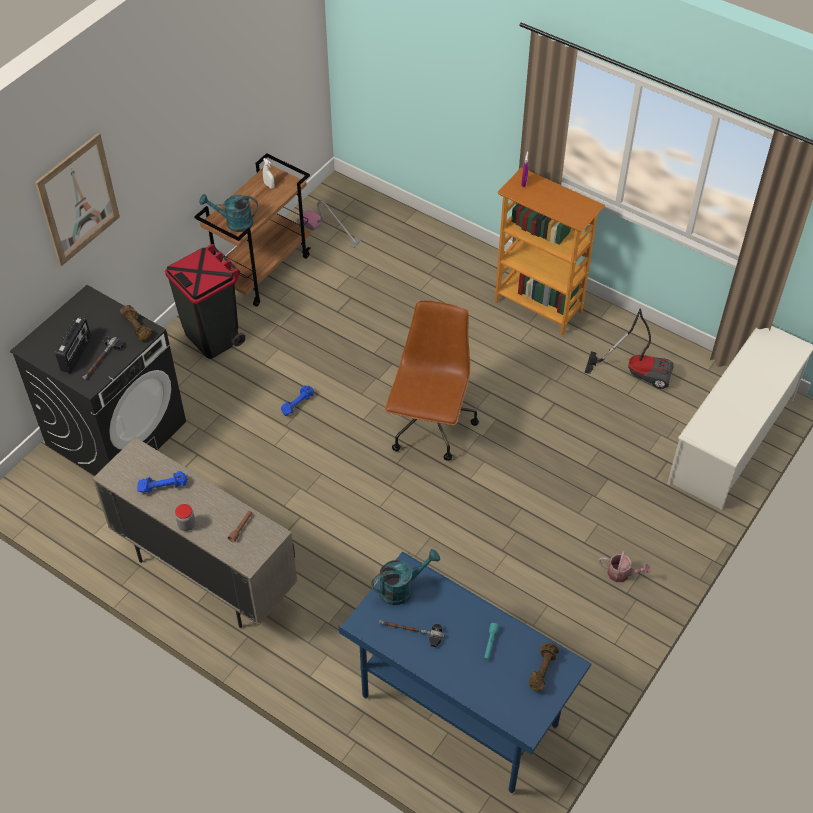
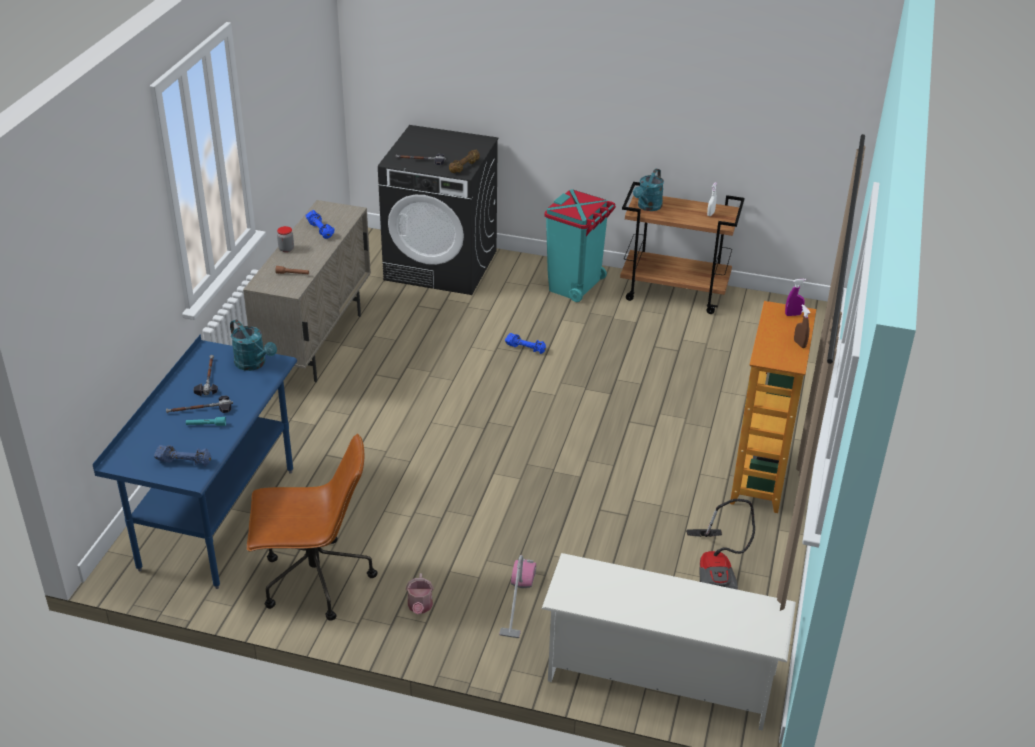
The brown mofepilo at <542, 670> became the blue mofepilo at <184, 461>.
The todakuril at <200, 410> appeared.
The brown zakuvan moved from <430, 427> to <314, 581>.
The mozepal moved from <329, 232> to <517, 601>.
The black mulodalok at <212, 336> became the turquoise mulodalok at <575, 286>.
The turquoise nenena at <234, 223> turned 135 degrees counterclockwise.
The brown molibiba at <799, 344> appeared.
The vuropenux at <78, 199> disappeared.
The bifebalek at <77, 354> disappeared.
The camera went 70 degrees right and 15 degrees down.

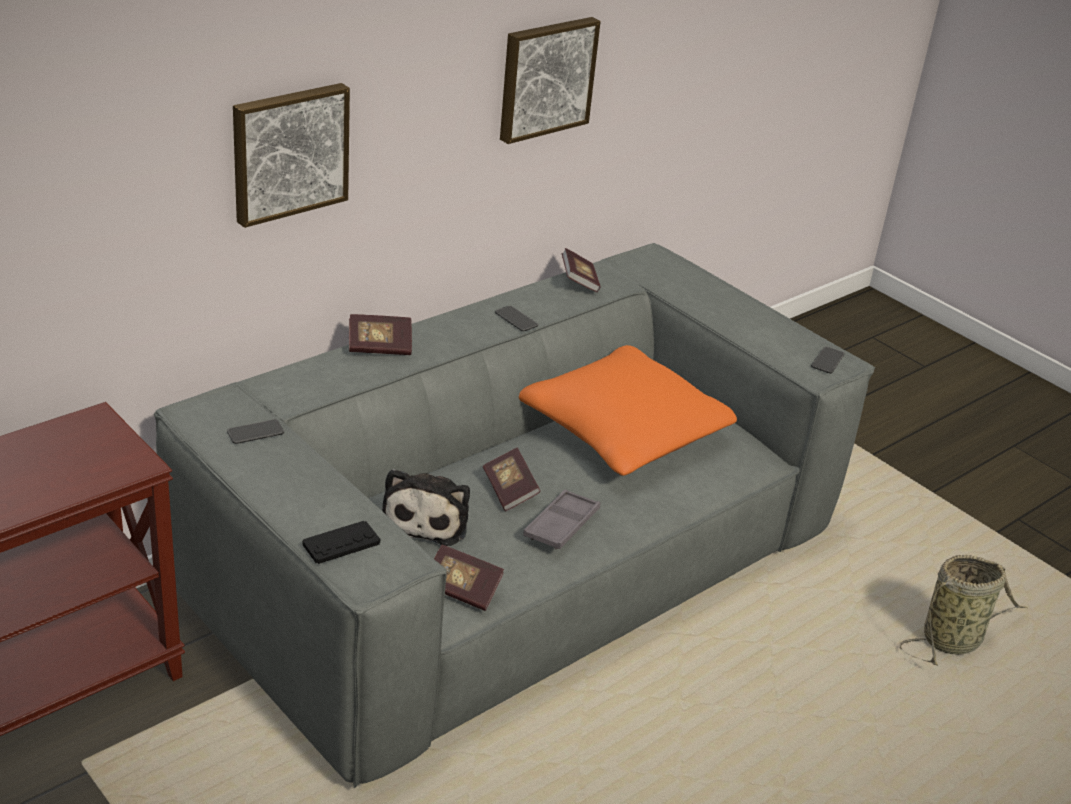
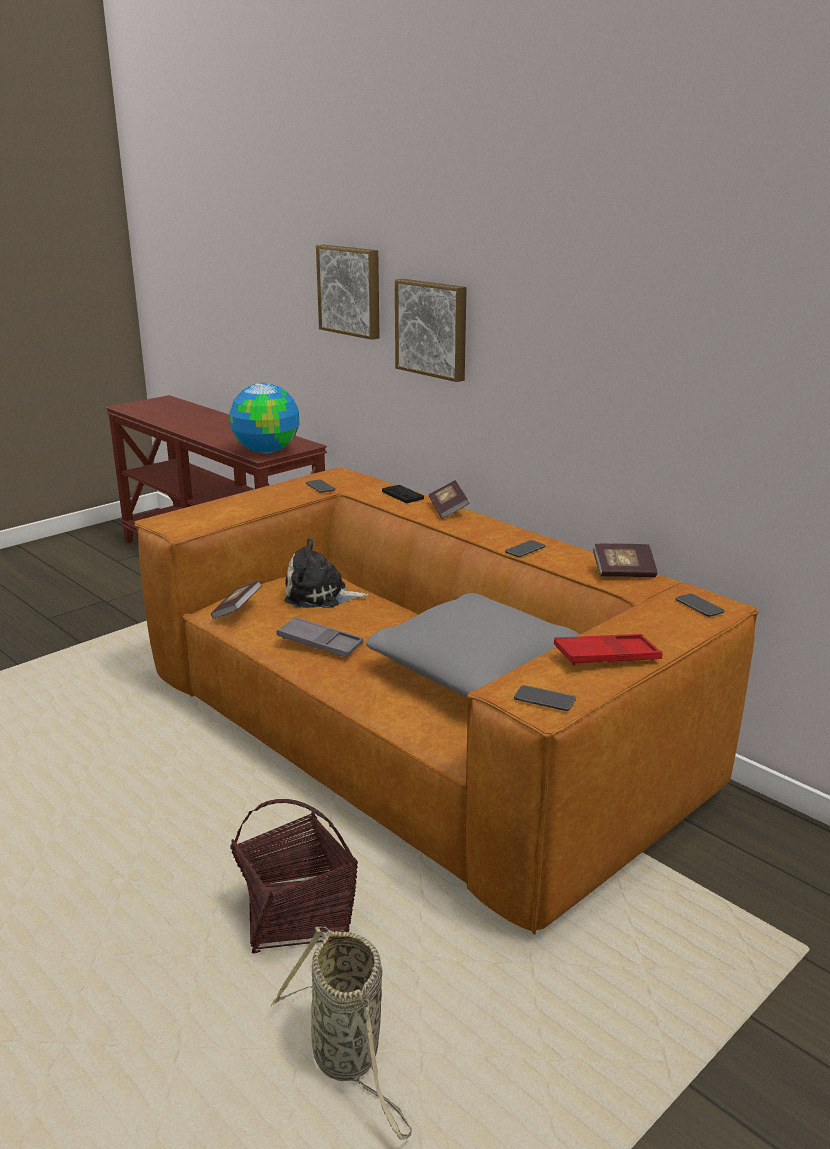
The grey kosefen at <519, 561> became the brown kosefen at <415, 732>.
The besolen at <266, 451> appeared.
The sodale at <297, 916> appeared.
The vuropenux moved from <545, 78> to <351, 290>.
The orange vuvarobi at <623, 432> became the grey vuvarobi at <476, 670>.
The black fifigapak moved from <341, 543> to <402, 495>.
The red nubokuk at <606, 656> appeared.
The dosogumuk at <699, 606> appeared.
The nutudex at <510, 490> disappeared.
The camera went 90 degrees right and 10 degrees down.

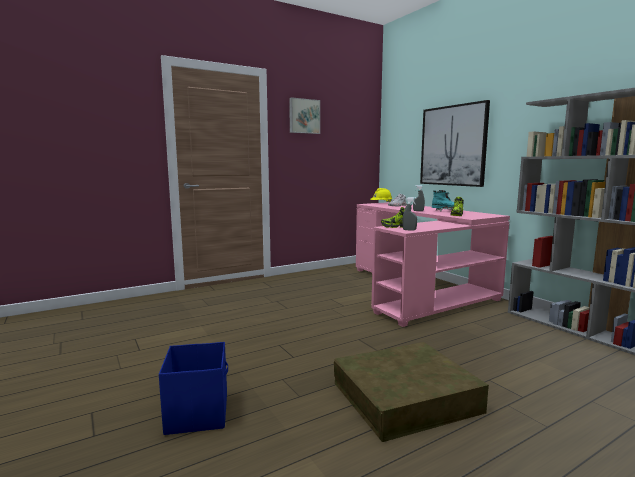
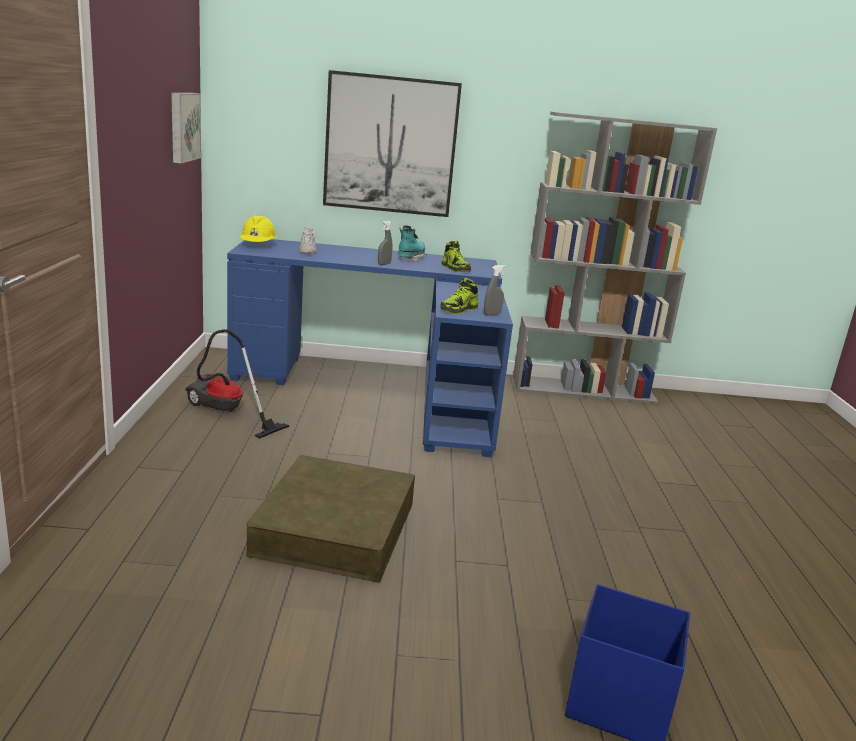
The vuropenux moved from <304, 116> to <182, 126>.
The mozepal at <224, 412> appeared.
The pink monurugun at <419, 290> became the blue monurugun at <384, 389>.
The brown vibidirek moved from <406, 397> to <335, 528>.
The camera went 60 degrees left and 10 degrees up.

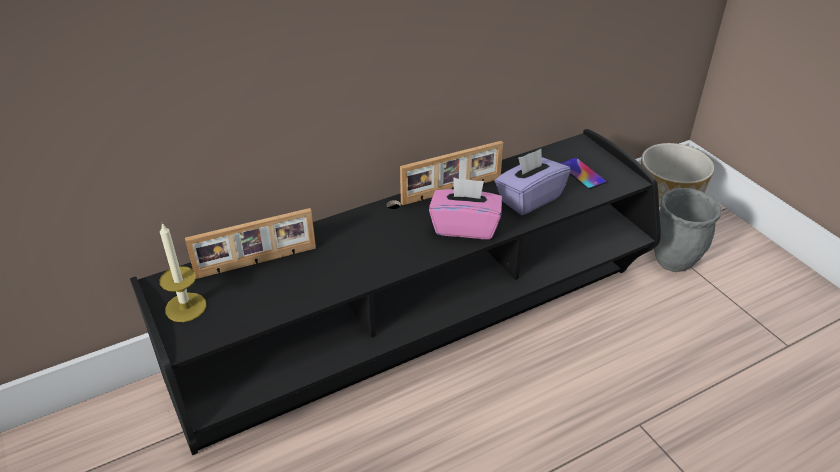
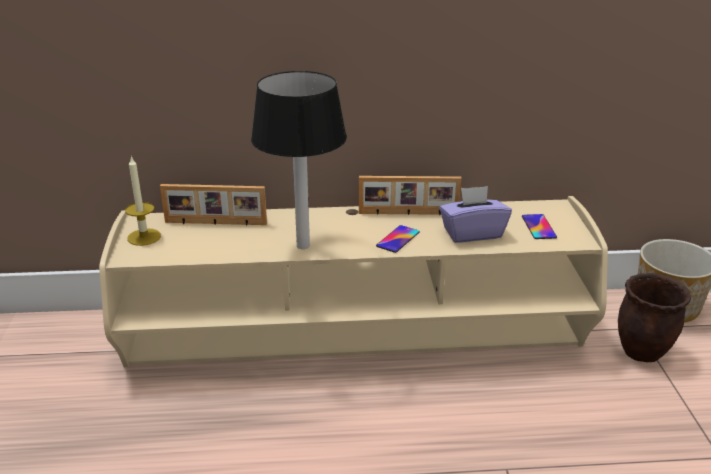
The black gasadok at <420, 332> became the beige gasadok at <356, 339>.
The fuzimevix at <302, 246> appeared.
The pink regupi at <465, 227> was replaced by the dosogumuk at <398, 239>.
The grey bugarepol at <674, 262> became the brown bugarepol at <642, 353>.
The camera went 25 degrees right and 10 degrees down.

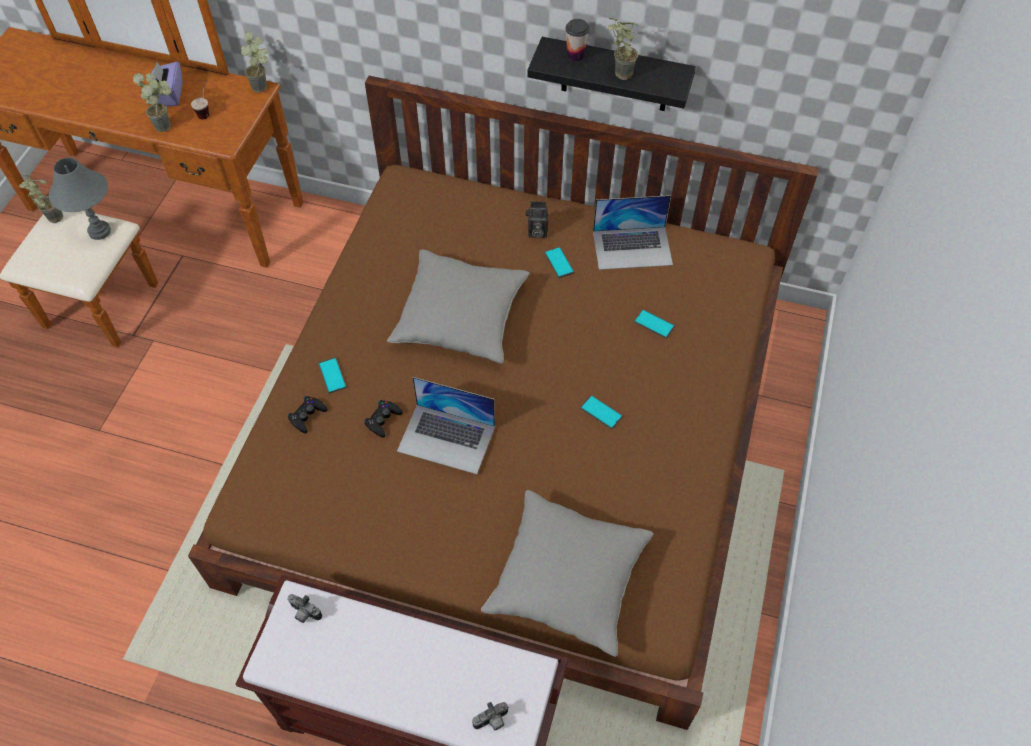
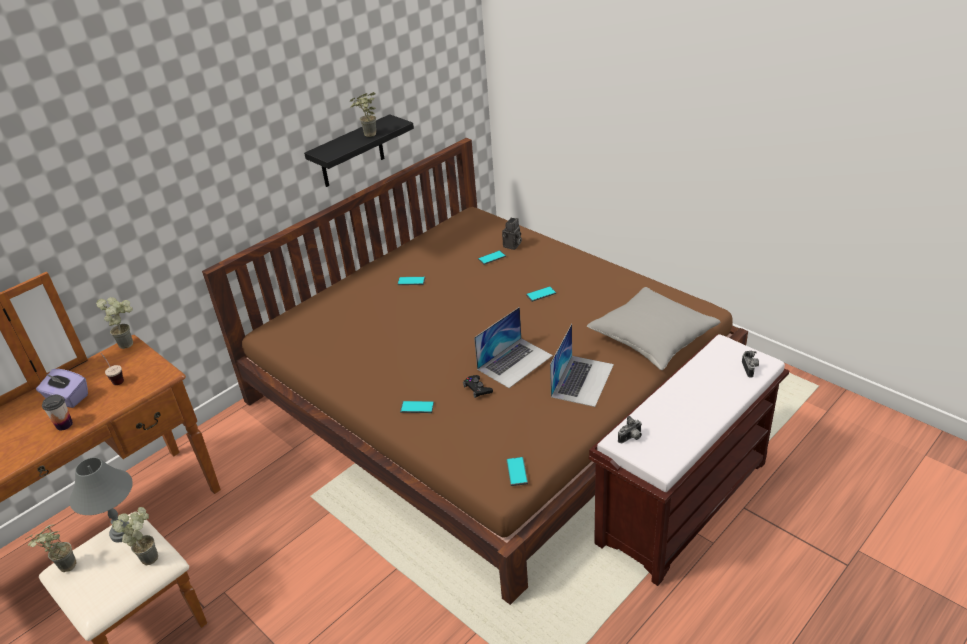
The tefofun moved from <575, 56> to <64, 425>.
The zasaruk moved from <167, 124> to <149, 555>.
The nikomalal moved from <536, 232> to <512, 246>.
The dosogumuk at <517, 471> appeared.
The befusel moved from <632, 247> to <582, 380>.
The black fifigapak at <307, 416> disappeared.
The grey vuvarobi at <460, 317> disappeared.
The camera went 60 degrees left and 20 degrees down.

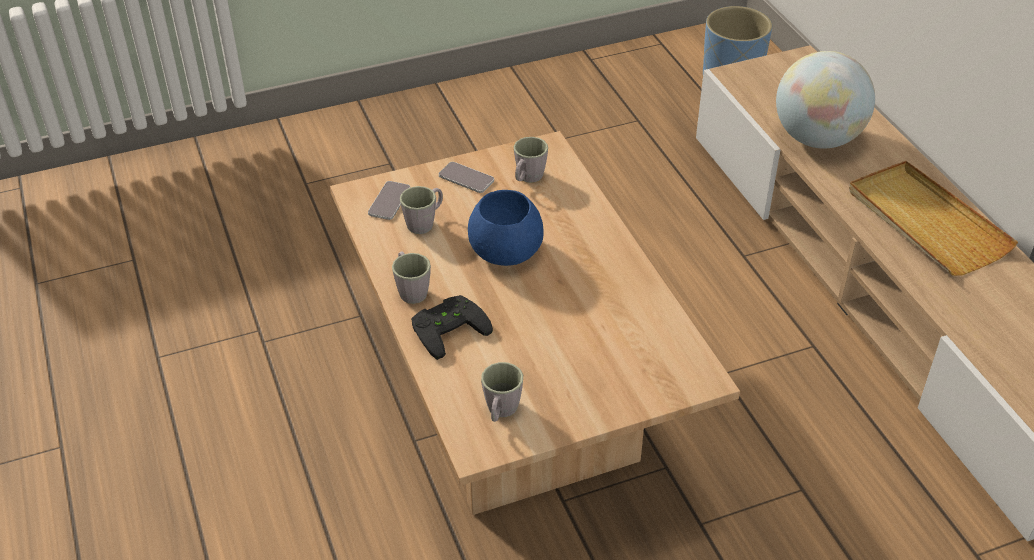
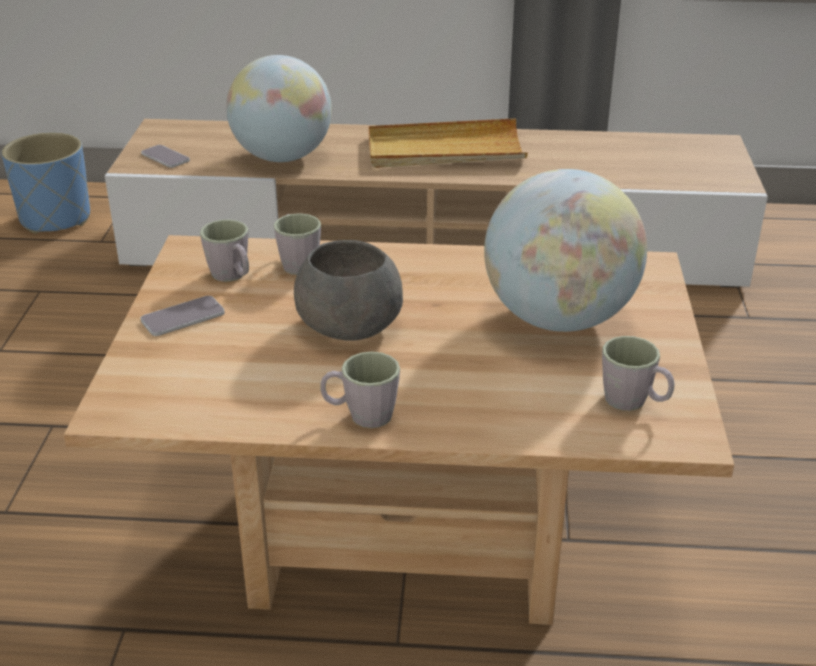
The dosogumuk moved from <389, 201> to <165, 157>.
The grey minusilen moved from <425, 222> to <297, 262>.
The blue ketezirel at <506, 251> became the grey ketezirel at <351, 325>.
The besolen at <558, 318> appeared.
The black fifigapak at <447, 327> disappeared.
The camera went 65 degrees left and 10 degrees down.

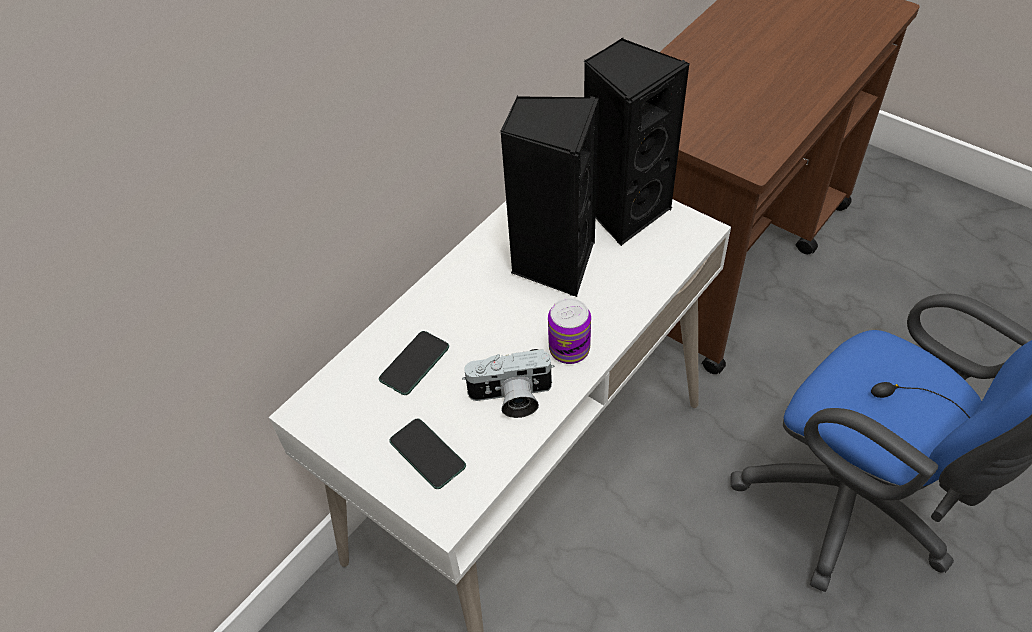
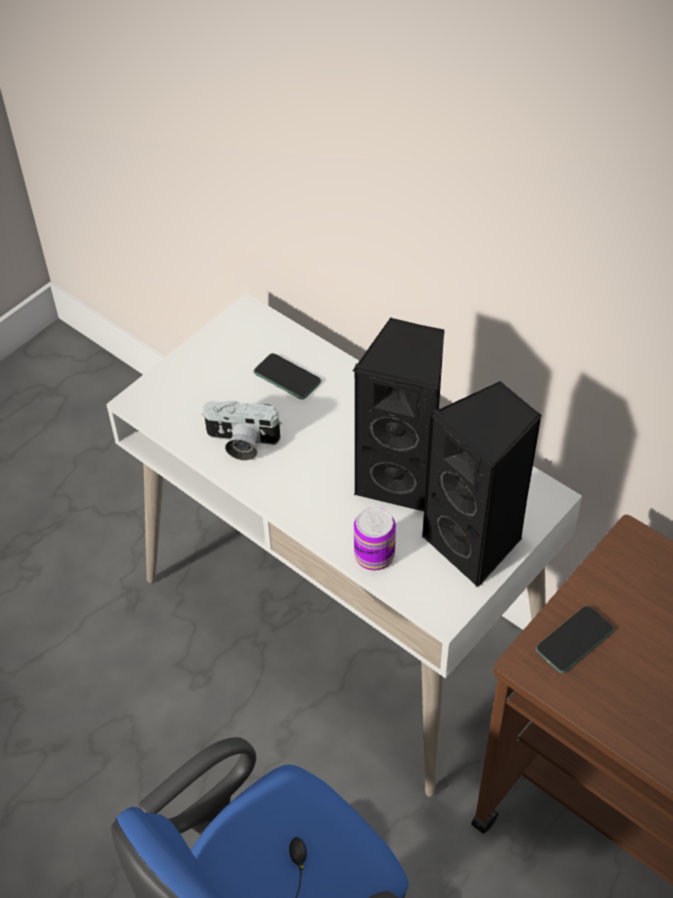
The nikomalal at <511, 398> turned 75 degrees counterclockwise.
The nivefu moved from <569, 349> to <374, 555>.
The dosogumuk moved from <427, 454> to <574, 640>.
The camera went 90 degrees right and 0 degrees up.

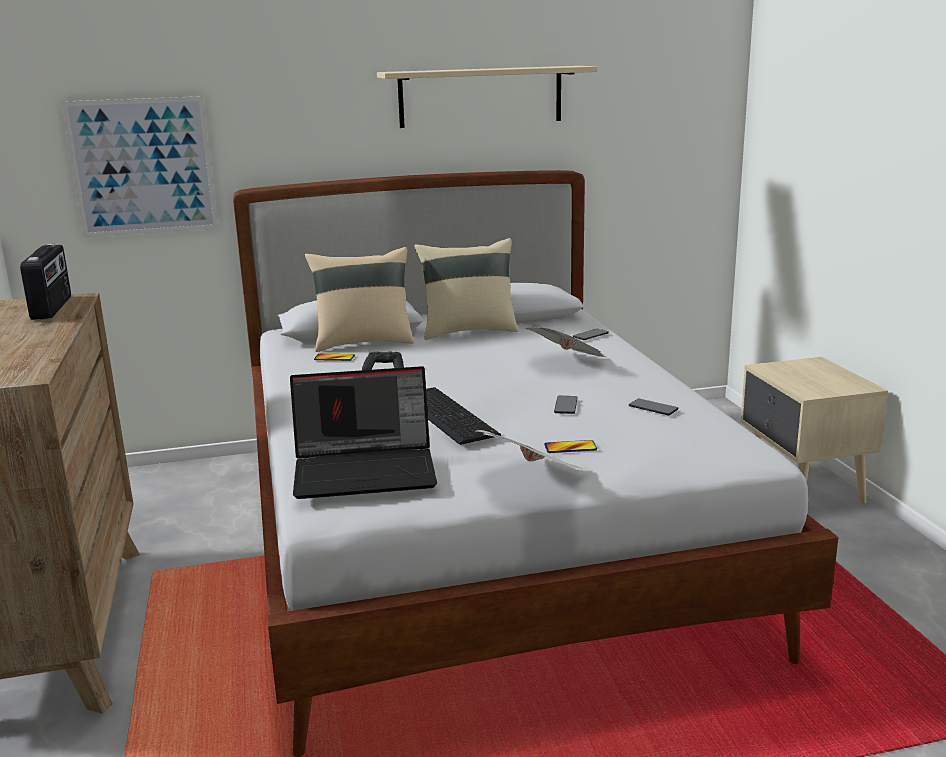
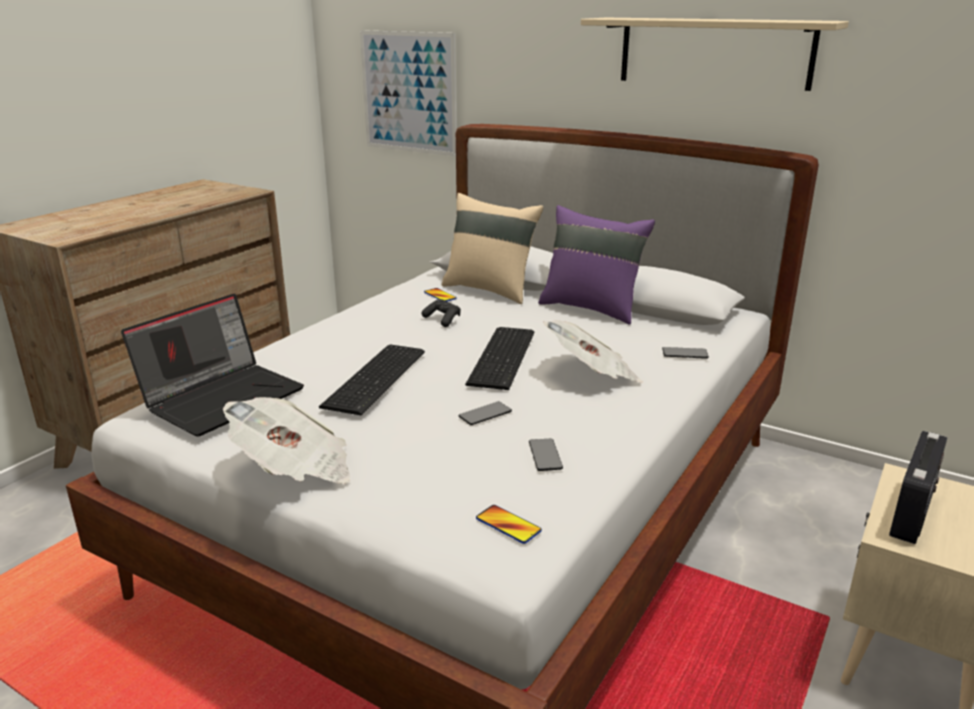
The befusel at <367, 470> turned 90 degrees counterclockwise.
The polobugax at <505, 357> appeared.
The dosogumuk moved from <570, 448> to <508, 525>.
The beige vuvarobi at <468, 331> became the purple vuvarobi at <591, 308>.
The bifebalek moved from <53, 307> to <913, 513>.
The camera went 45 degrees right and 5 degrees up.

